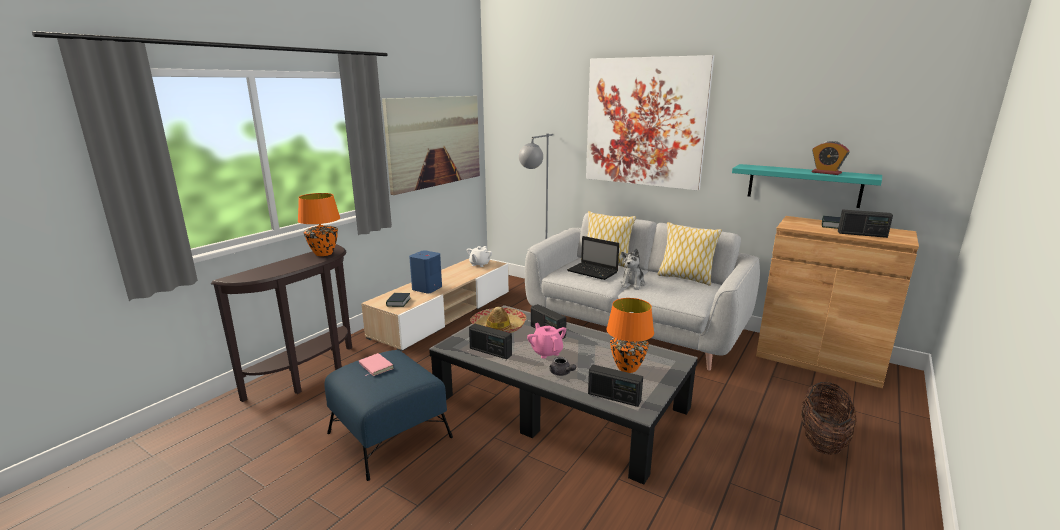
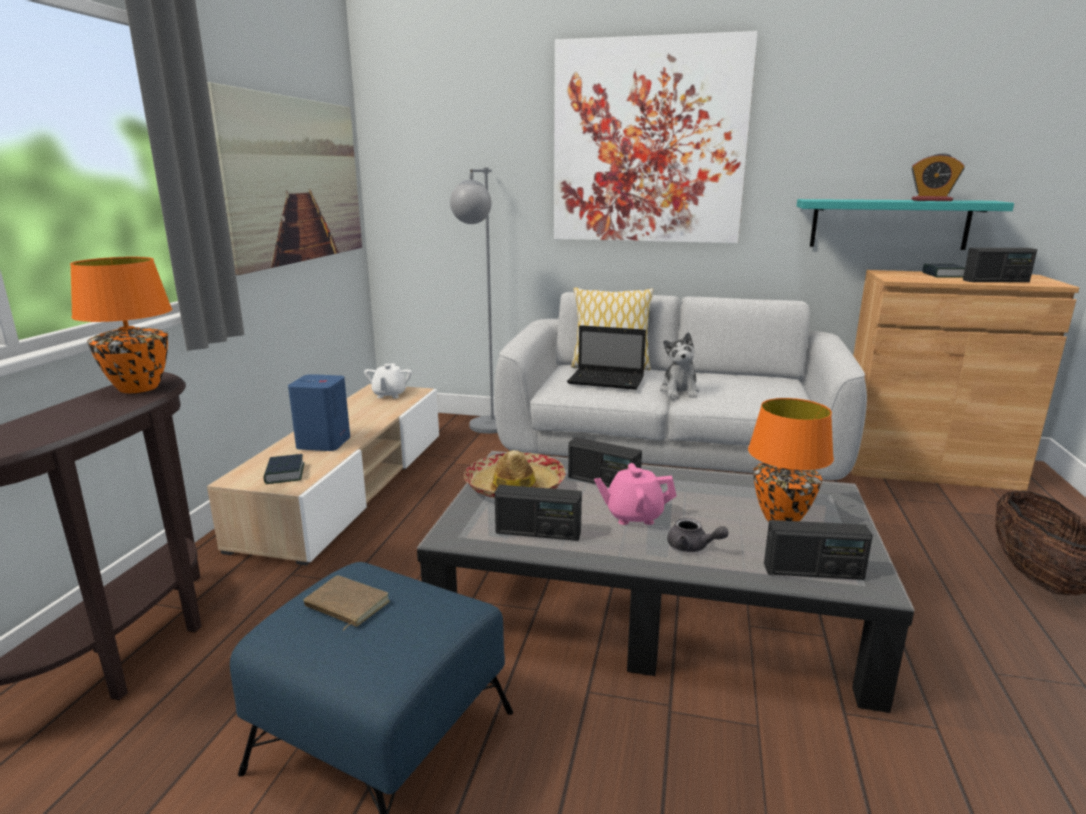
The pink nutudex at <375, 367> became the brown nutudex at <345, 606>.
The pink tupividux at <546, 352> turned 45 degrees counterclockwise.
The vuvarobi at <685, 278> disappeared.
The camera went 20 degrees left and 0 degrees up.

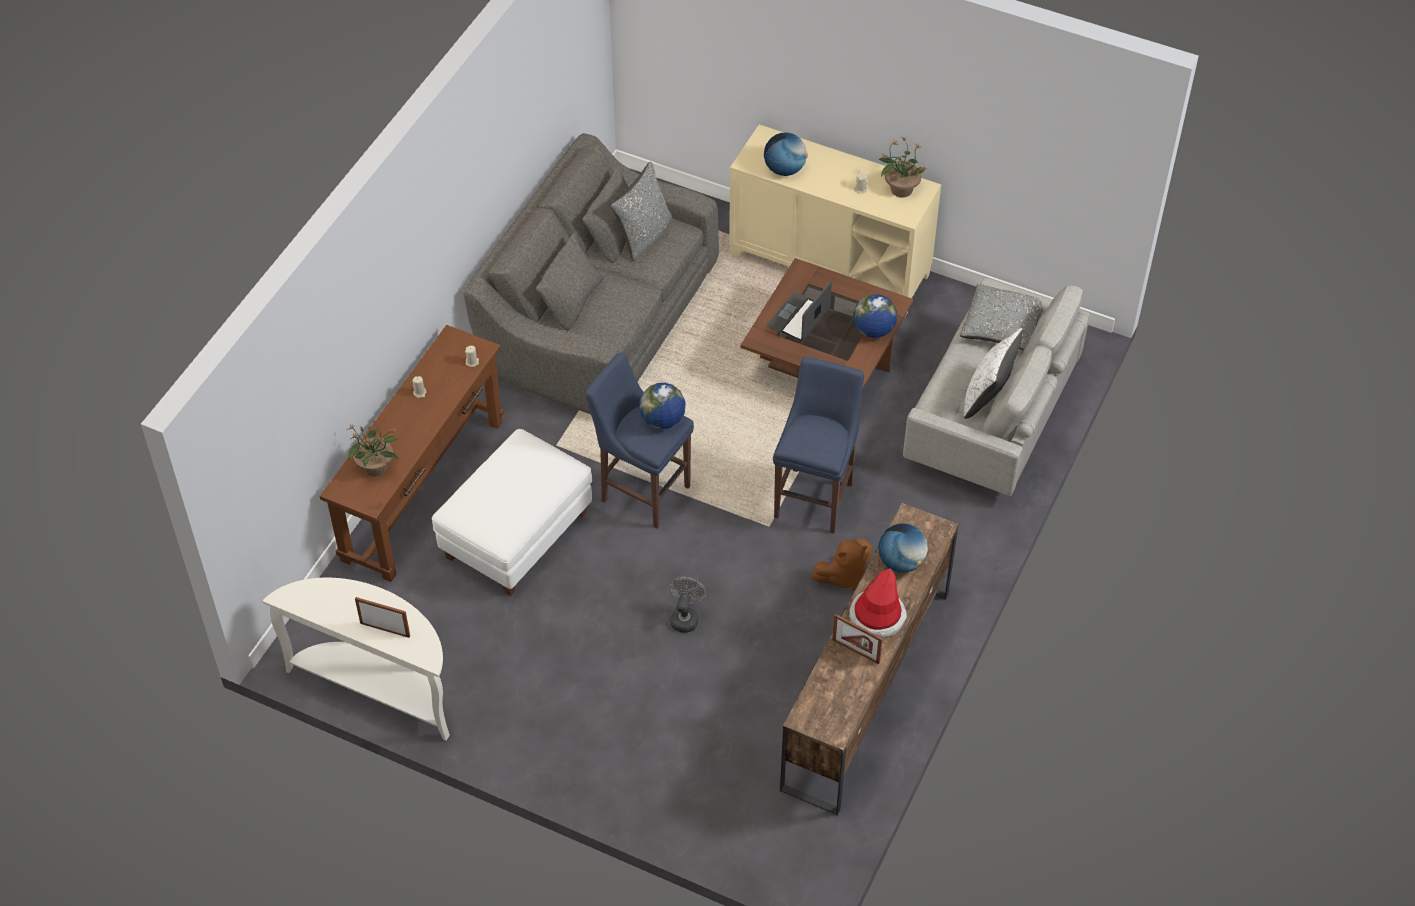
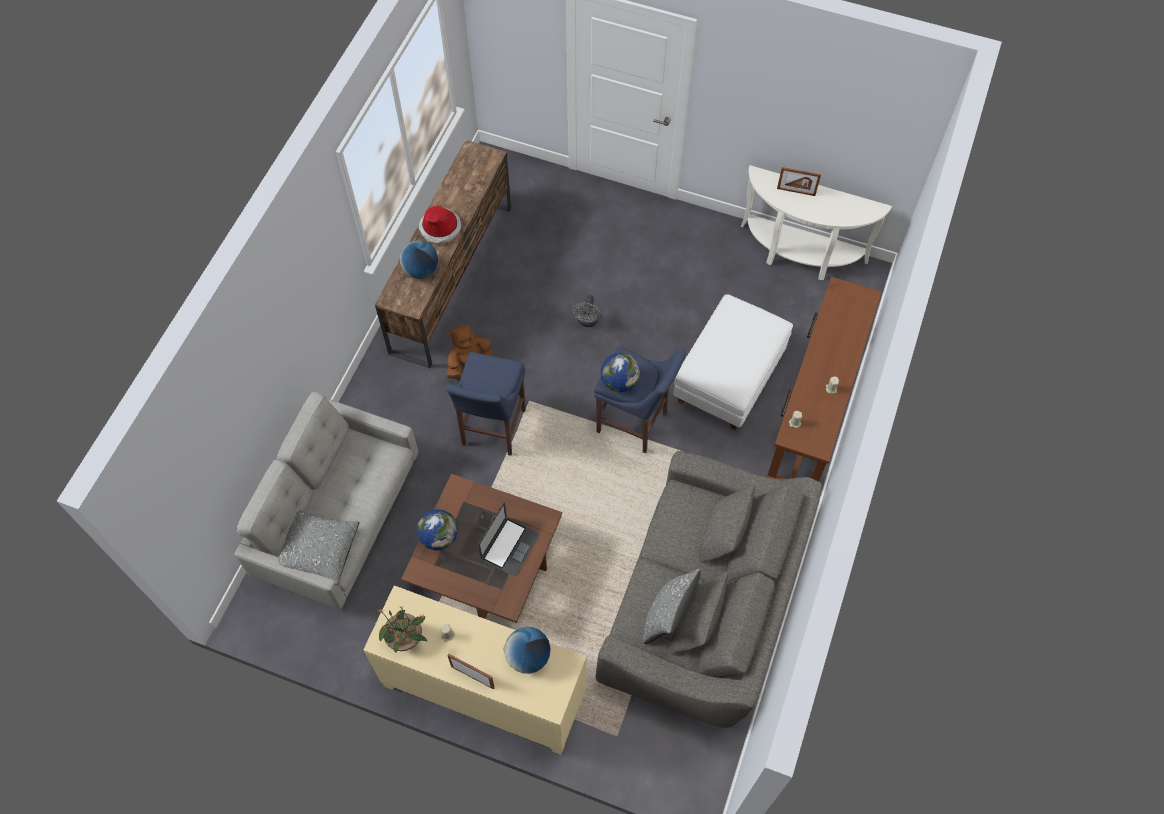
The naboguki moved from <855, 651> to <472, 677>.
The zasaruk at <376, 467> disappeared.
The white vuvarobi at <987, 396> disappeared.
The camera went 175 degrees right and 10 degrees up.

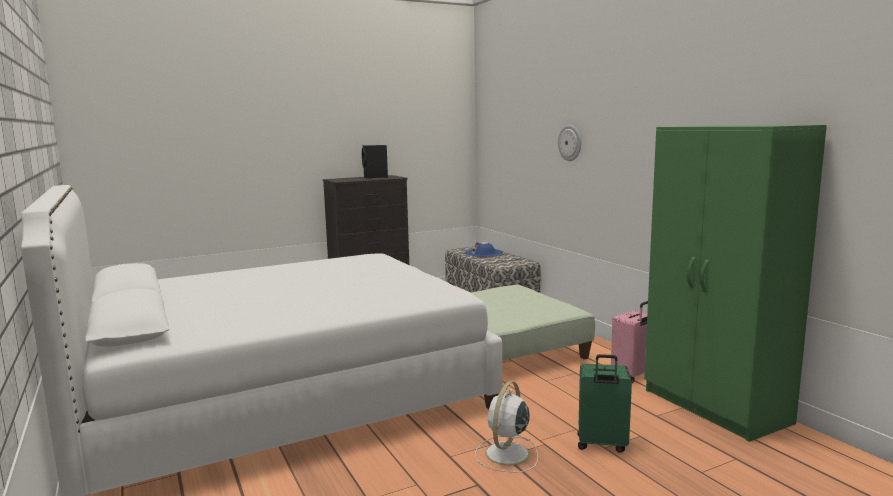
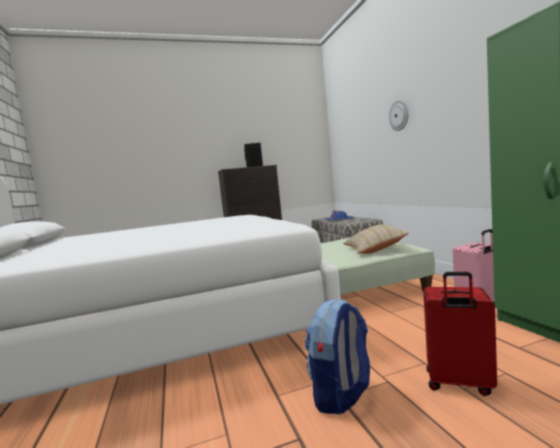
The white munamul at <506, 454> was replaced by the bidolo at <341, 395>.
The beige vuvarobi at <374, 250> appeared.
The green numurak at <601, 444> became the red numurak at <458, 384>.
The camera went 10 degrees right and 5 degrees down.

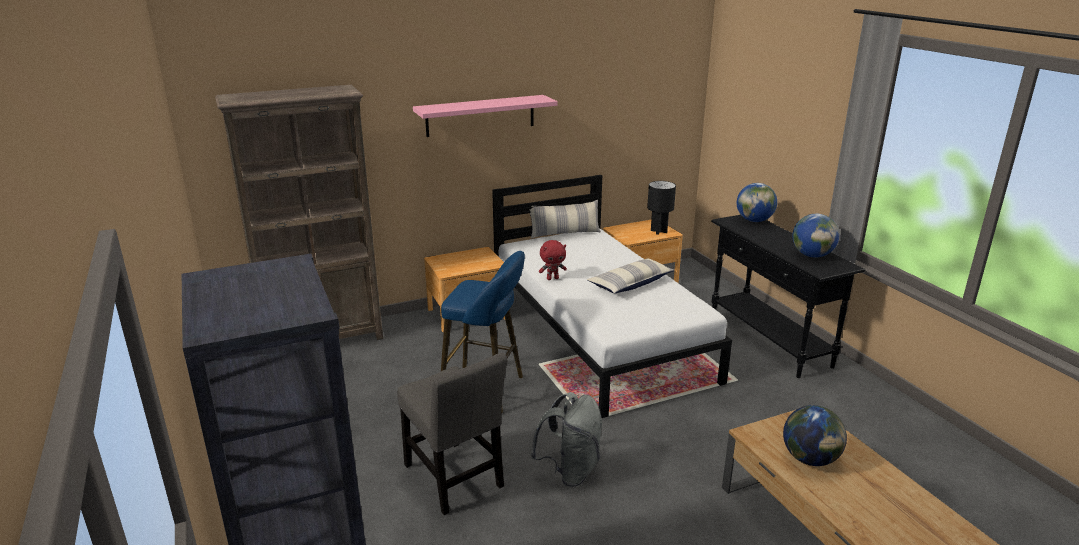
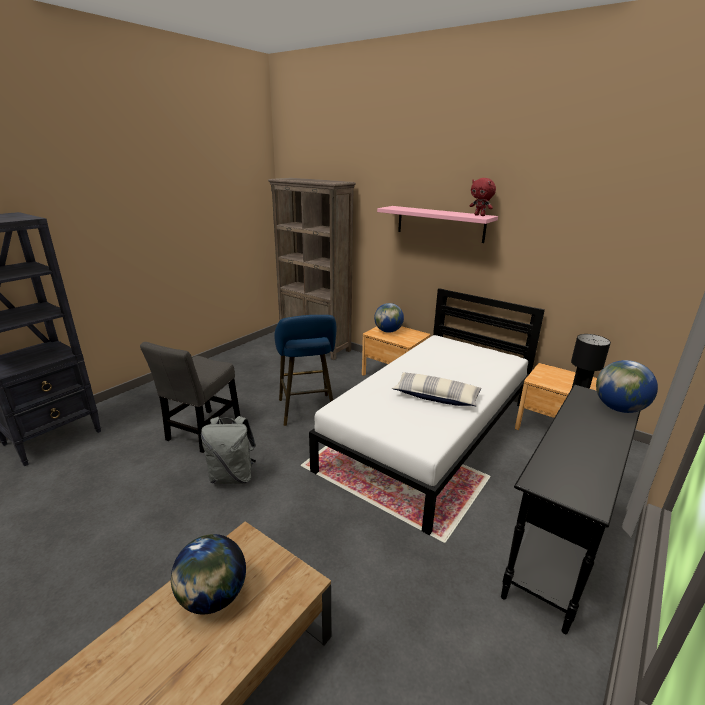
The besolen moved from <812, 255> to <388, 331>.
The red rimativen moved from <552, 278> to <480, 215>.
The vuvarobi at <564, 233> disappeared.
The camera went 60 degrees right and 0 degrees up.

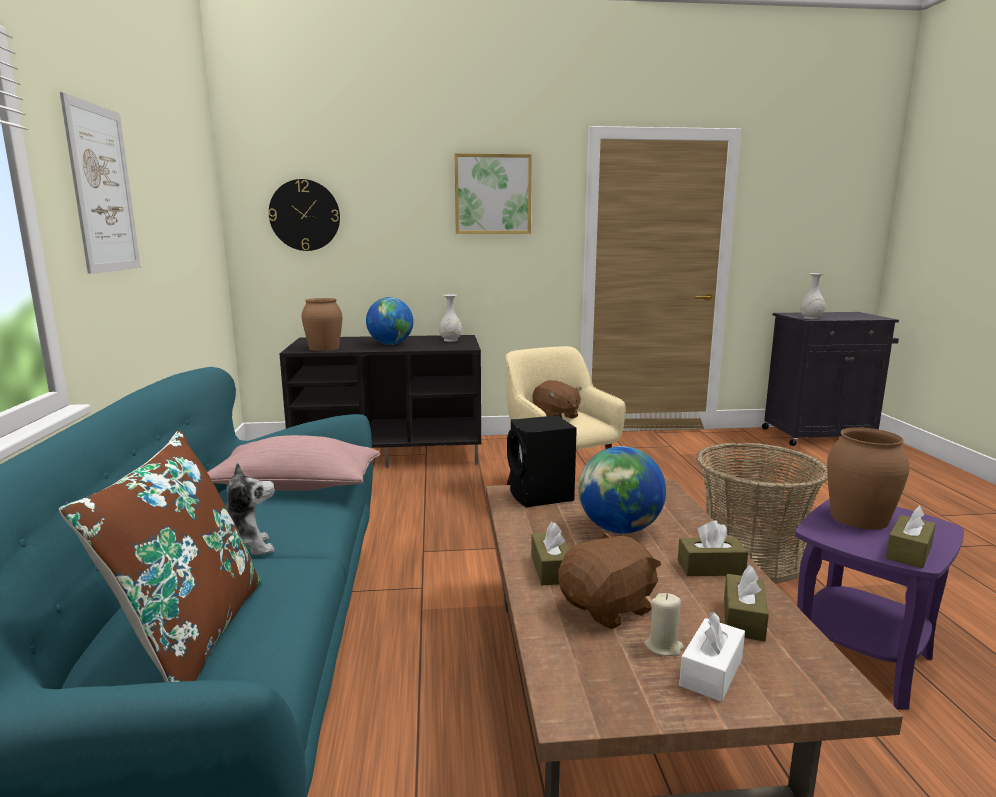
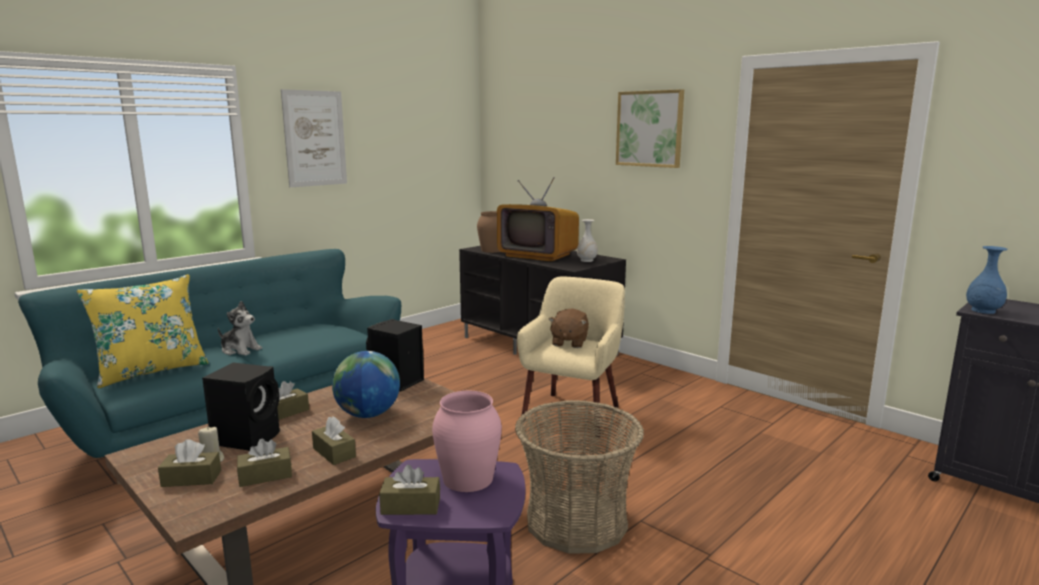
The brown vuvarobi at <190, 636> became the yellow vuvarobi at <152, 371>.
The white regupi at <711, 672> became the brown regupi at <191, 478>.
The brown rimativen at <608, 608> was replaced by the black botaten at <248, 437>.
The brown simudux at <859, 518> became the pink simudux at <467, 478>.
The besolen at <390, 344> was replaced by the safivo at <538, 255>.
The white simudux at <811, 318> became the blue simudux at <983, 311>.
The pink vuvarobi at <296, 487> disappeared.
The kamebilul at <304, 215> disappeared.
The camera went 50 degrees right and 0 degrees up.

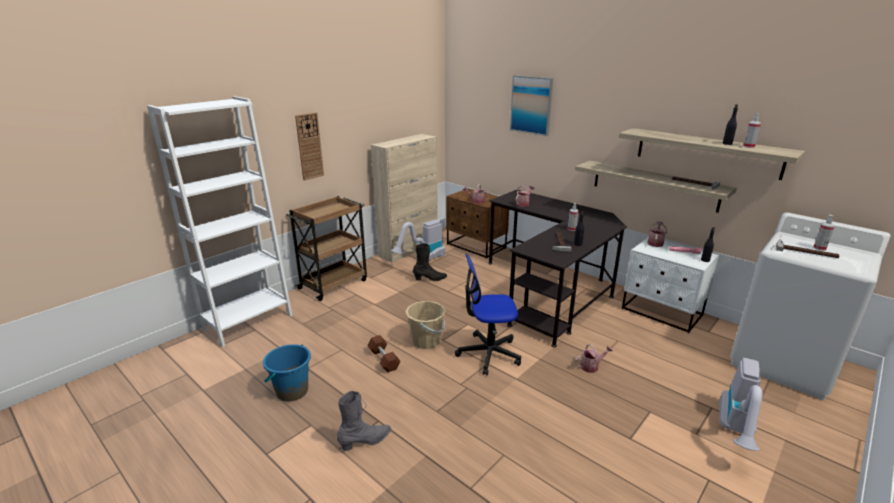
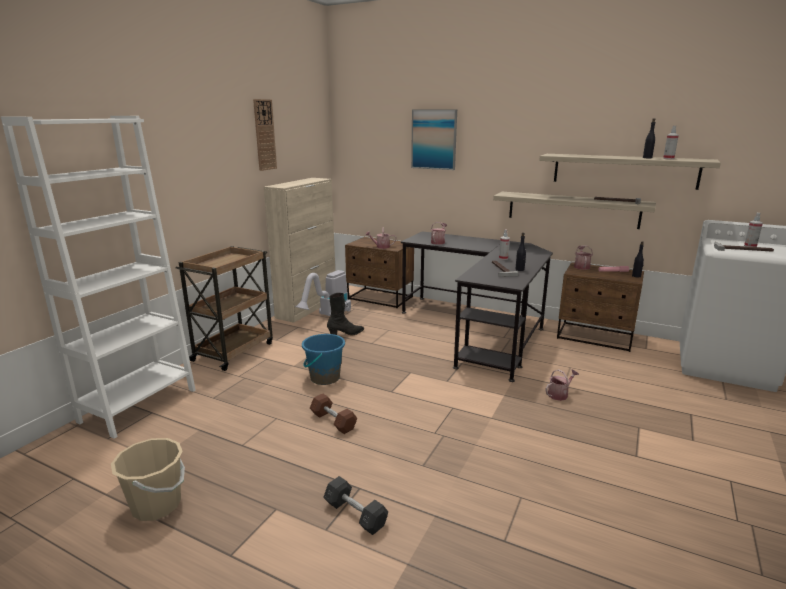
The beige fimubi moved from <426, 341> to <156, 505>.
The kamebilul moved from <309, 146> to <264, 135>.
The blue fimubi moved from <292, 391> to <324, 378>.
The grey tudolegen at <365, 441> was replaced by the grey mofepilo at <355, 514>.
The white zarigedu at <662, 312> became the brown zarigedu at <595, 337>.
The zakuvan at <488, 353> disappeared.
The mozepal at <736, 431> disappeared.
The camera went 15 degrees left and 5 degrees down.

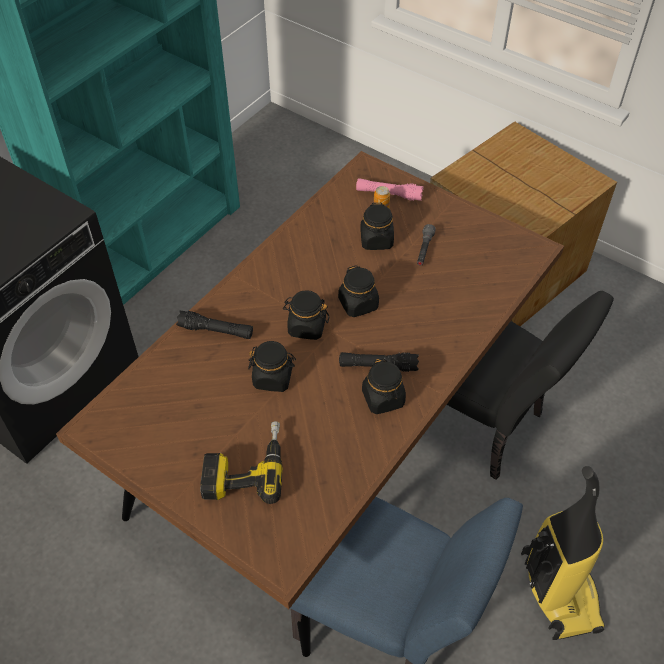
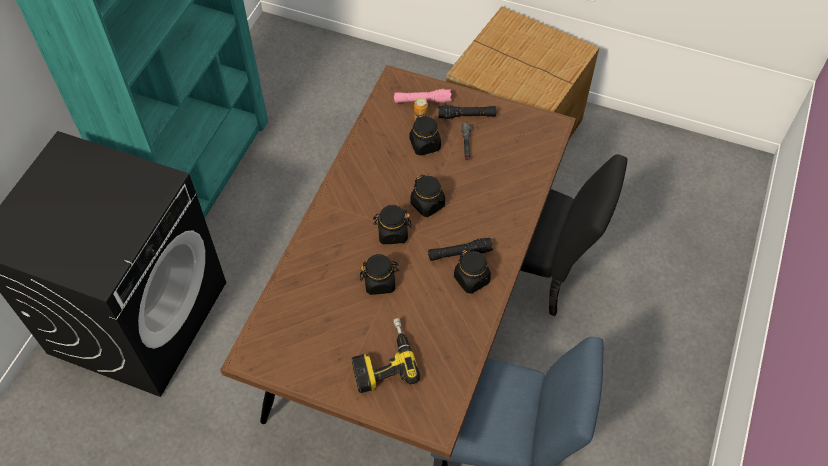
The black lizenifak moved from <216, 331> to <467, 116>.
The mozepal at <557, 591> disappeared.
The camera went 15 degrees left and 5 degrees up.

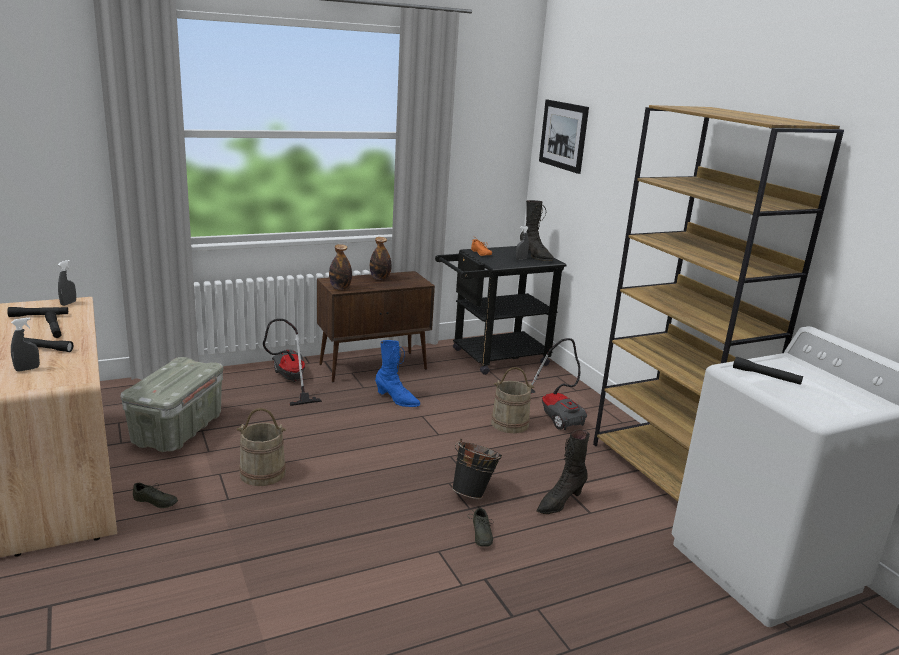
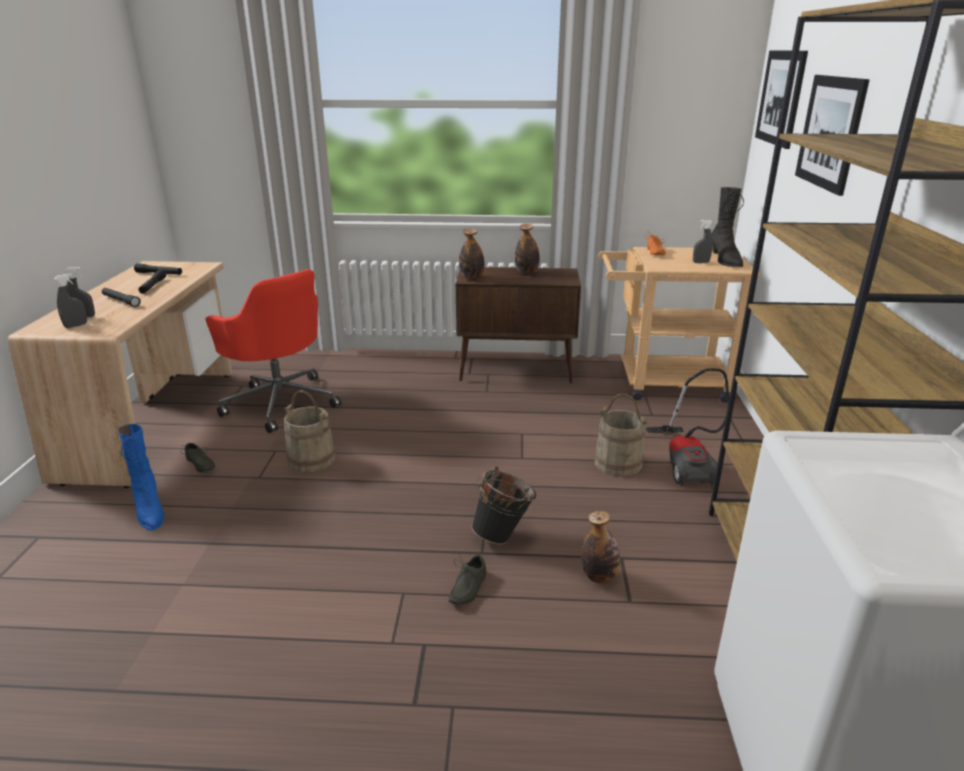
The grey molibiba moved from <68, 303> to <76, 325>.
The blue tudolegen moved from <397, 400> to <149, 511>.
The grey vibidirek at <178, 430> was replaced by the red zakuvan at <280, 402>.
The black tudolegen at <559, 502> was replaced by the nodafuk at <599, 576>.
The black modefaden at <492, 358> became the beige modefaden at <662, 383>.
The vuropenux at <830, 132> appeared.
The mozepal at <290, 381> disappeared.
The black lizenifak at <766, 376> disappeared.
The camera went 30 degrees right and 5 degrees up.

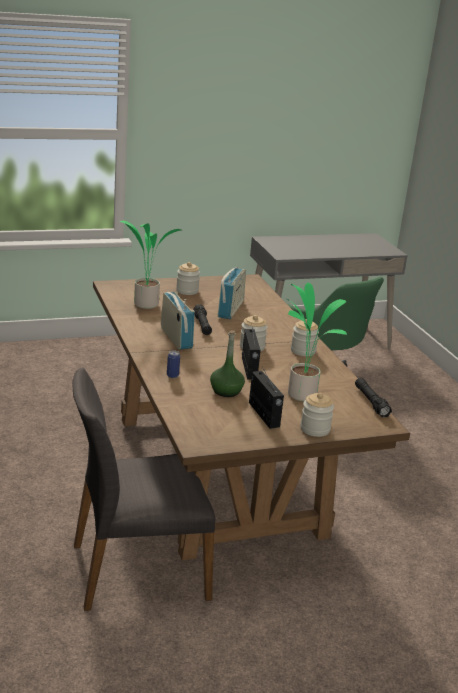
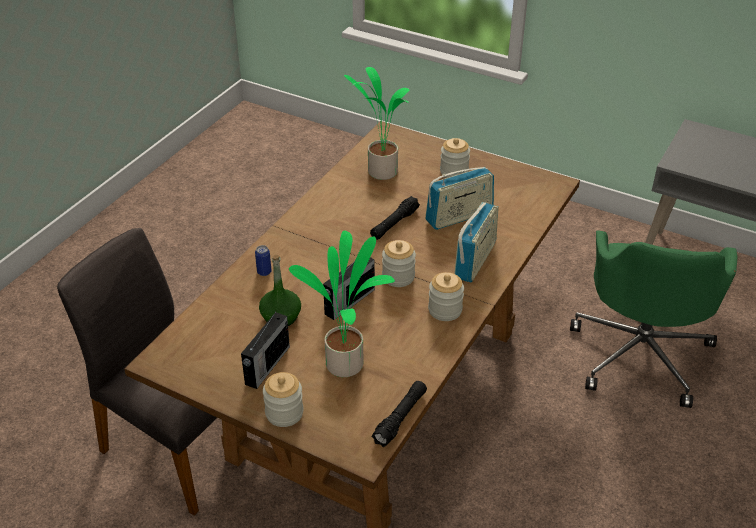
The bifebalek moved from <176, 338> to <475, 261>.
The camera went 50 degrees right and 15 degrees up.

